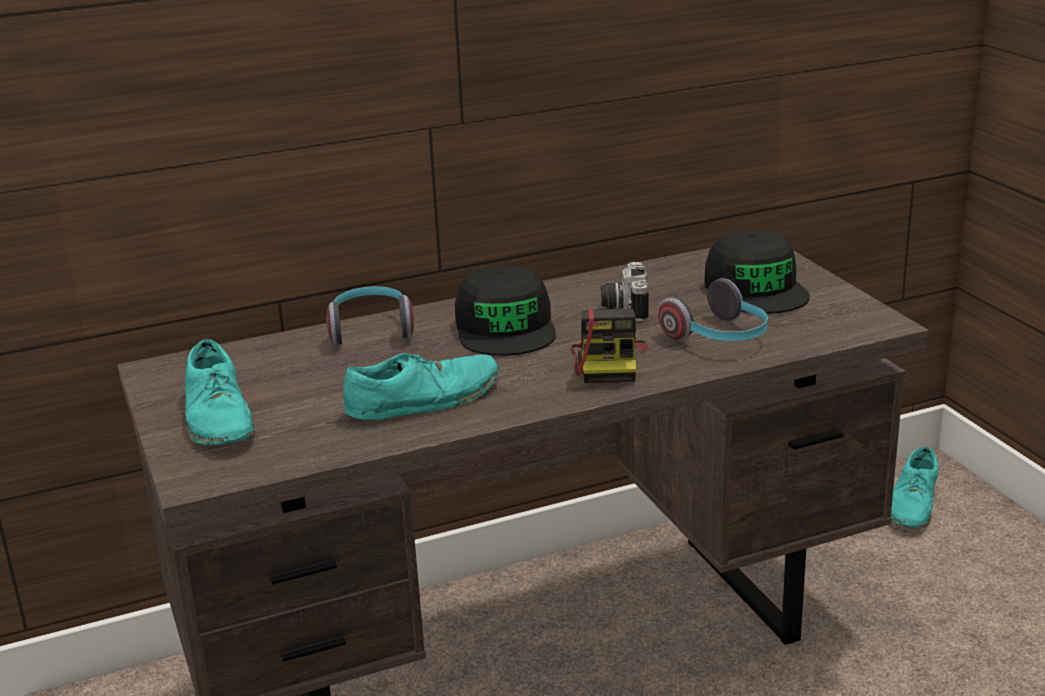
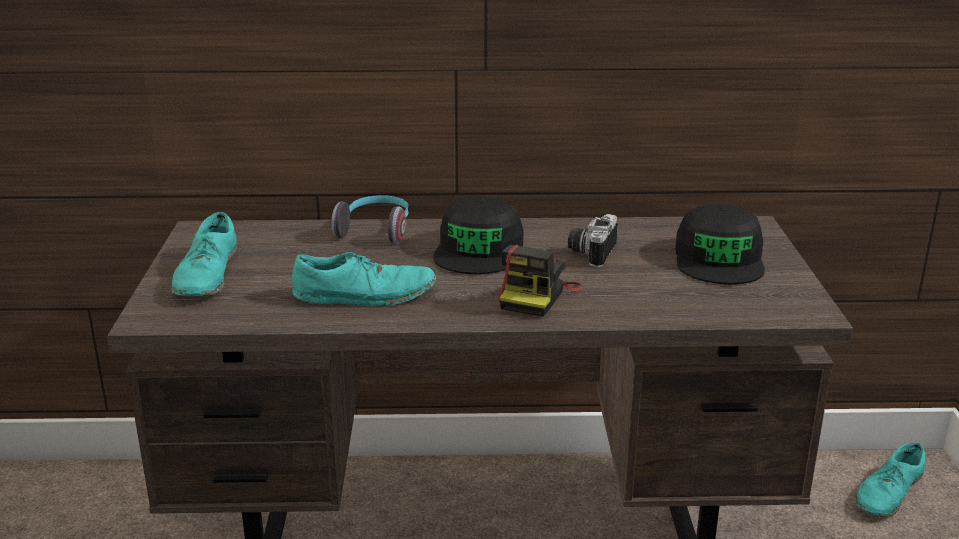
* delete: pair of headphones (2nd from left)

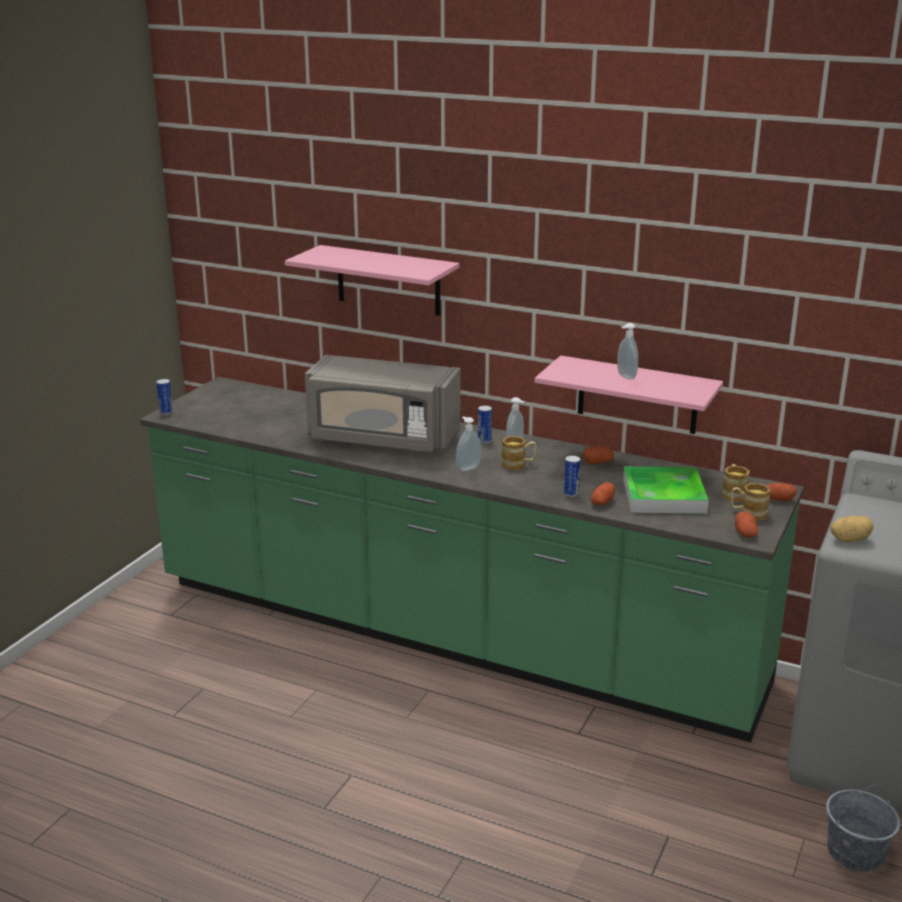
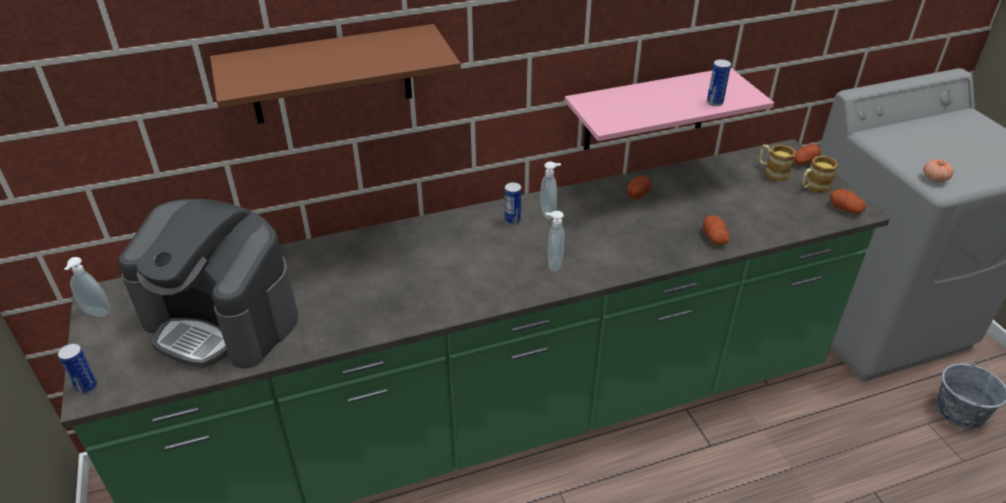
* recolor: pink bracket shelf (1st from left) to brown bracket shelf
* move: soap dispenser (3rd from left in the first image) to soap dispenser (1st from left)
* delete: greyish kitchen microwave
* delete: coffee mug (1st from left)
* move: can (3rd from left)
* delete: tray
* replace: whole potato (5th from left) to tomato
* insert: coffee machine

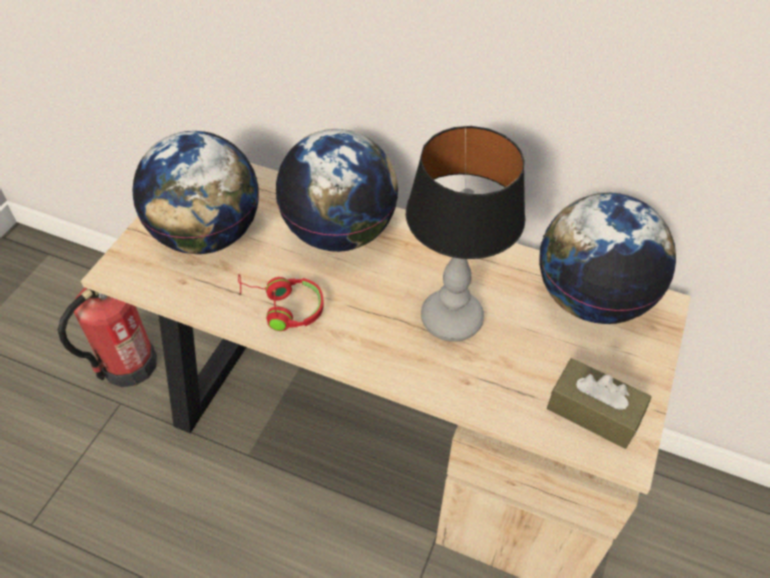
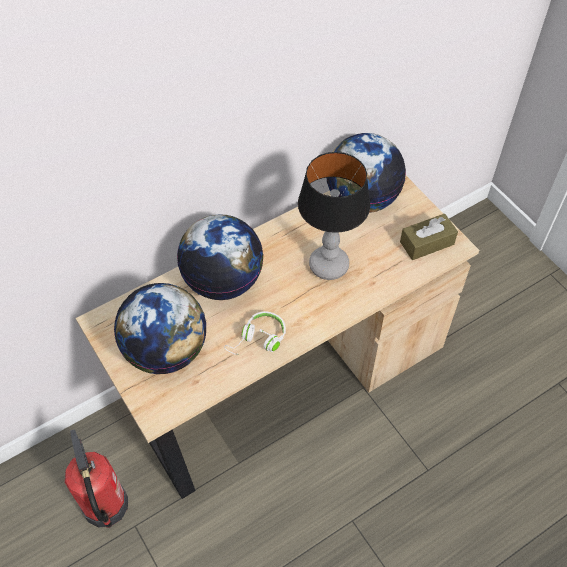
* recolor: reddish pair of headphones to whitish pair of headphones

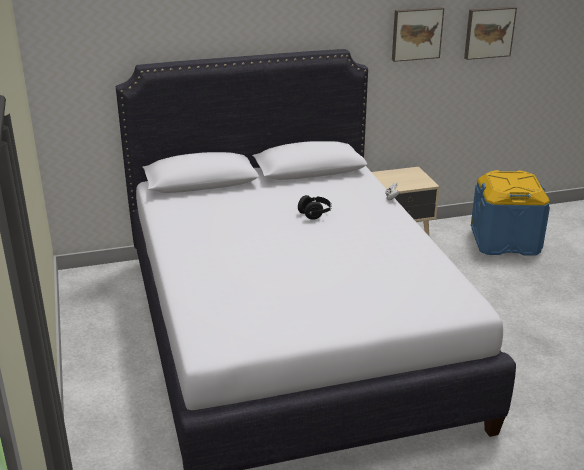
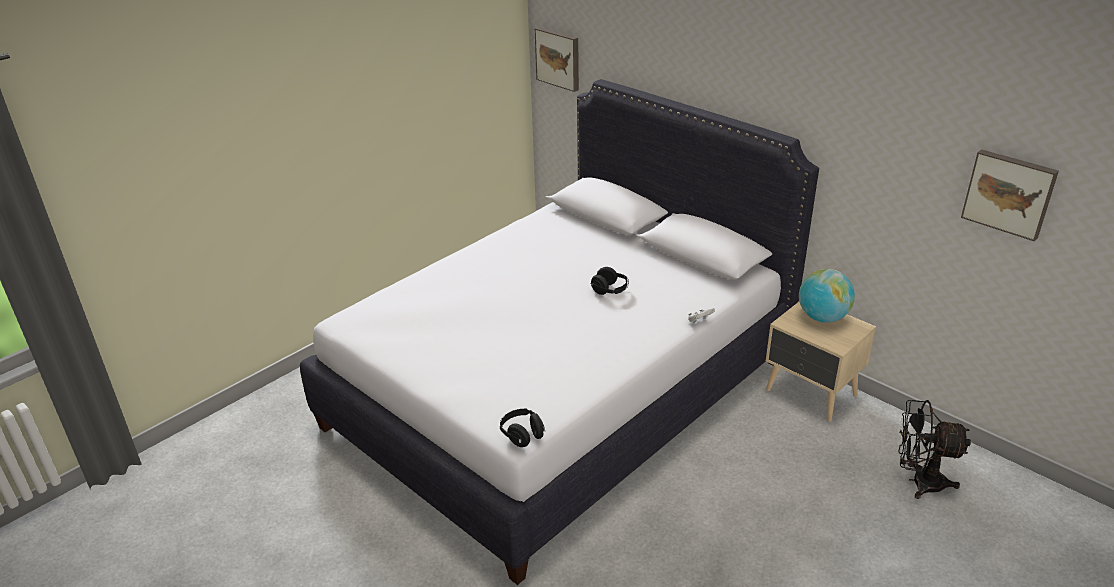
* move: wall picture (1st from left)
* replace: bluish storage container to blackish fan
* insert: desk globe
* insert: blackish pair of headphones (1st from left)

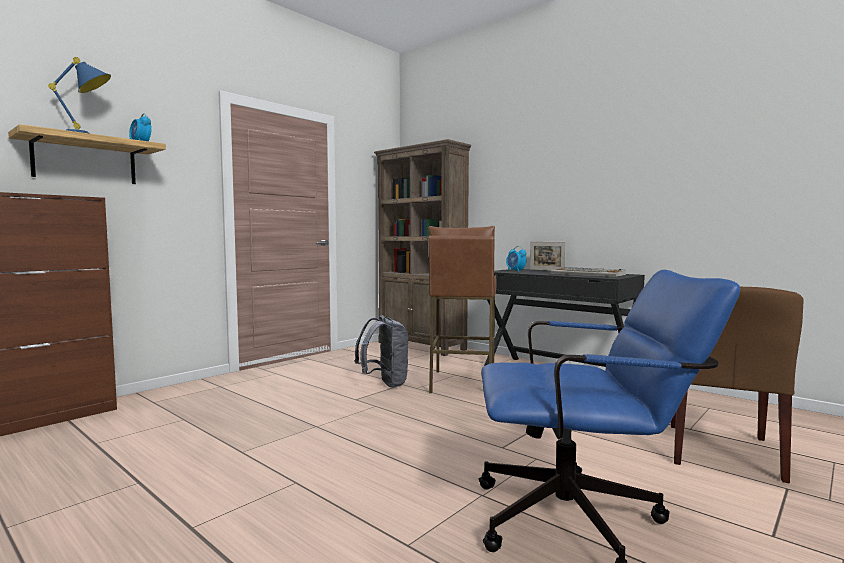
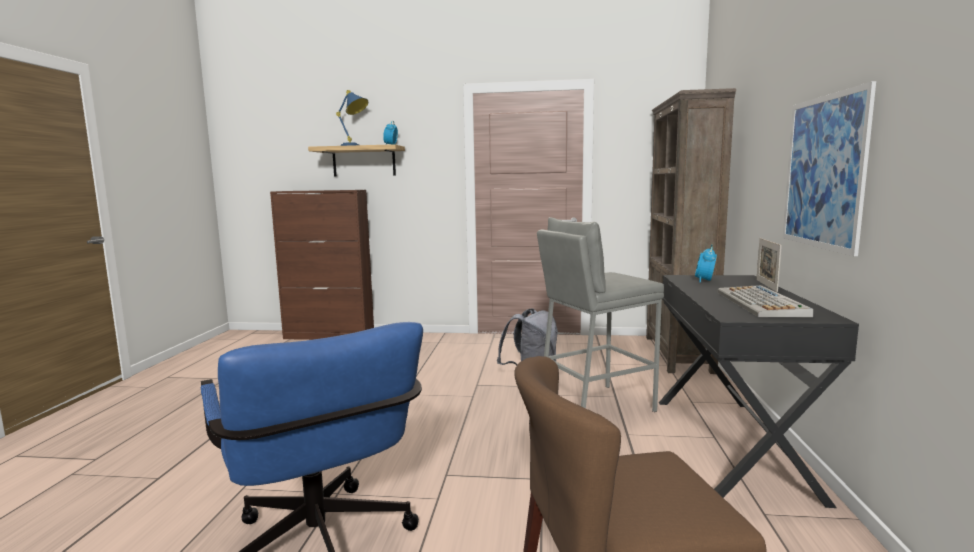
* recolor: brown stool seat to greyish stool seat
* insert: wall picture

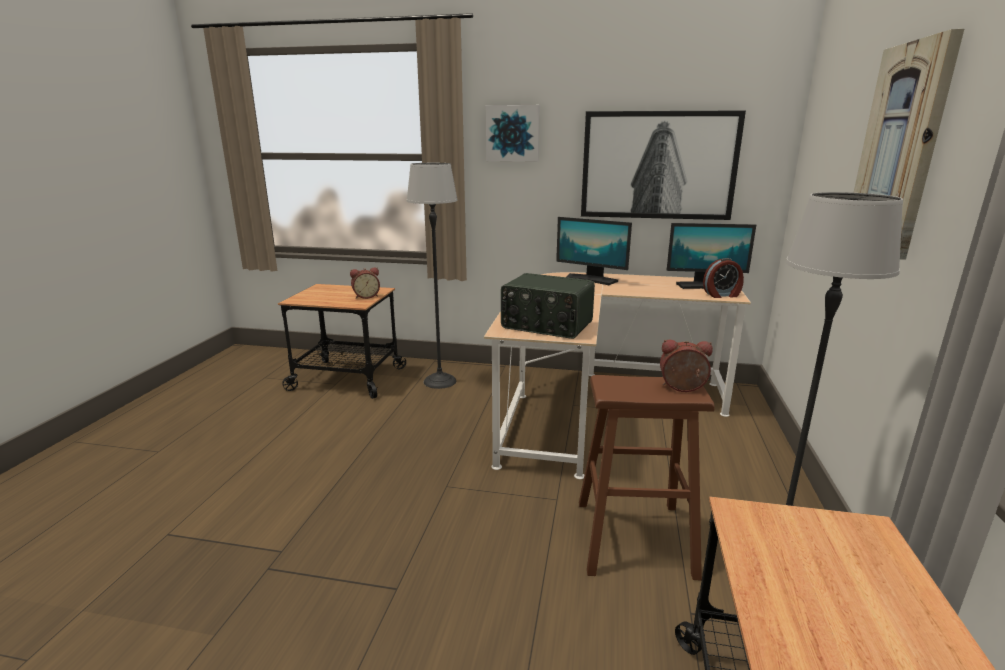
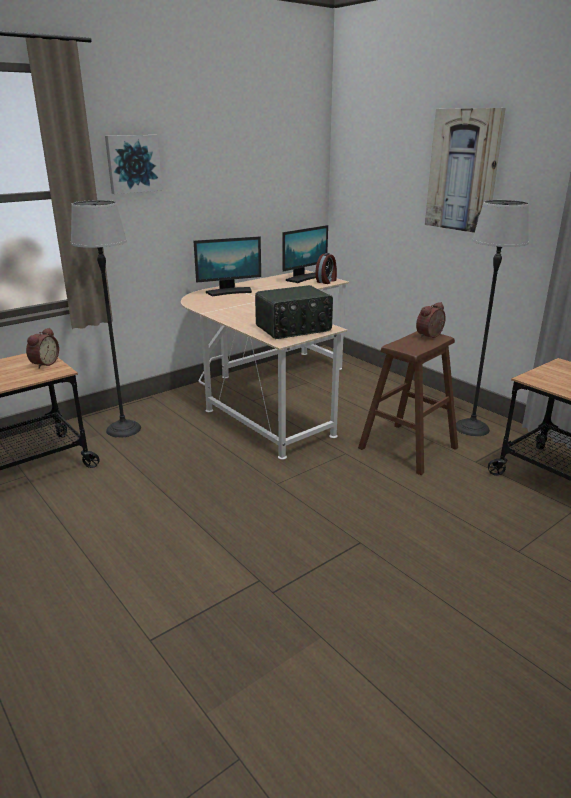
* delete: wall picture (2nd from left)

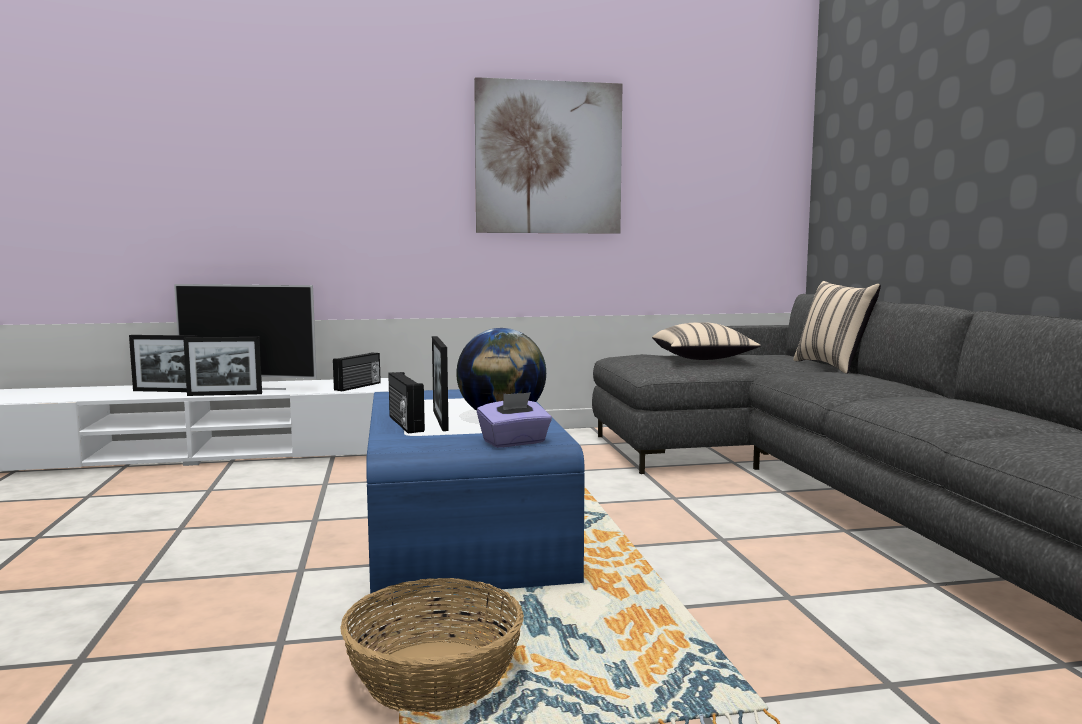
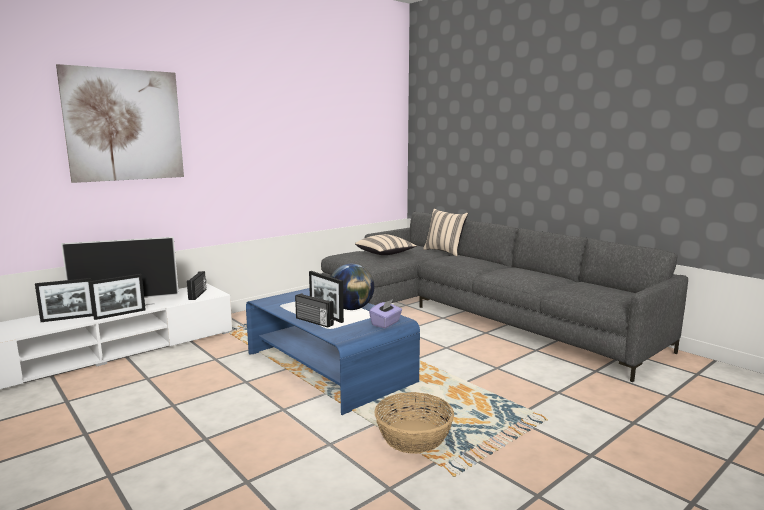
* move: wall picture

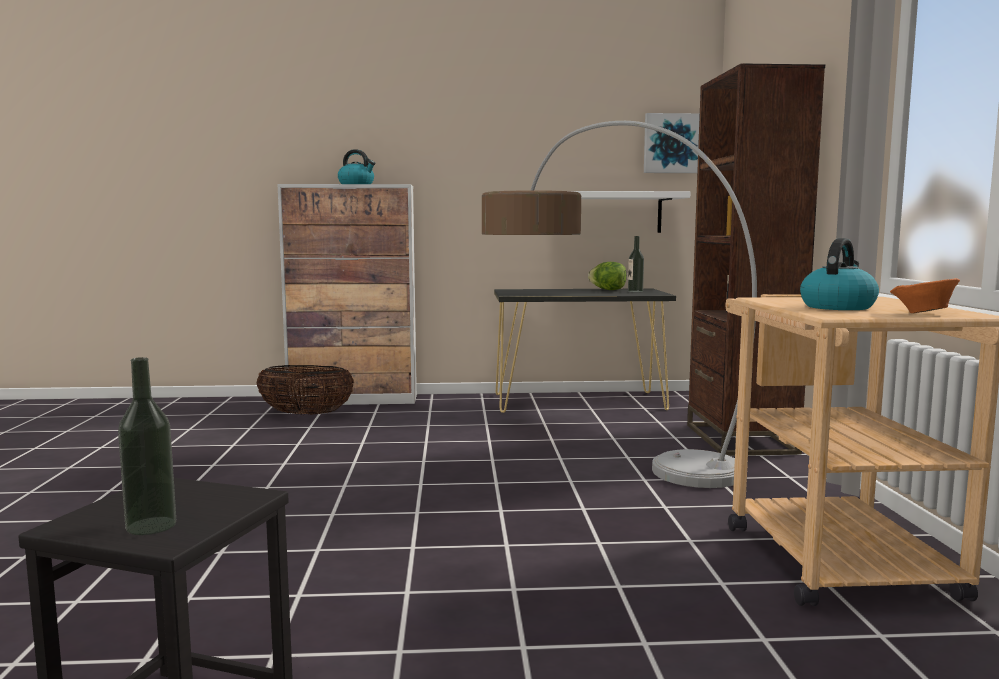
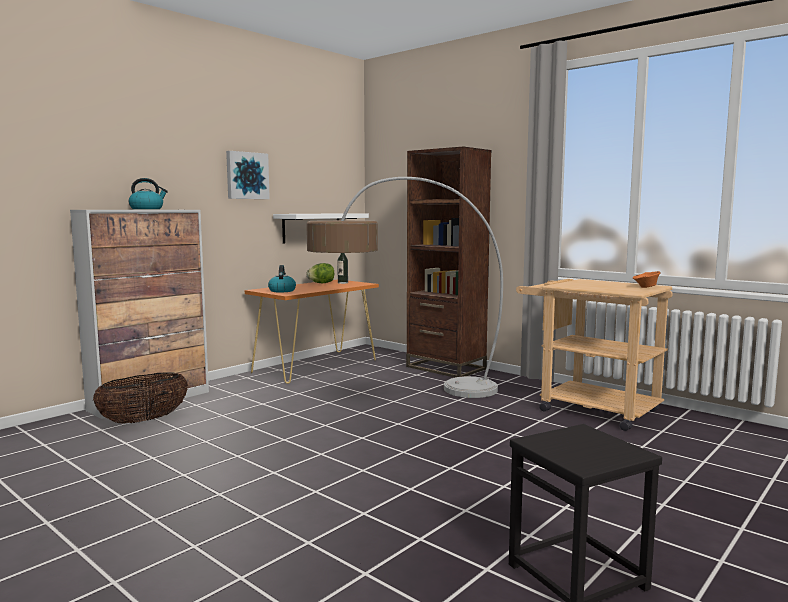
* move: wall picture
* move: tea kettle (2nd from left)
* recolor: blackish hall table to orange hall table
* delete: bottle (1st from left)

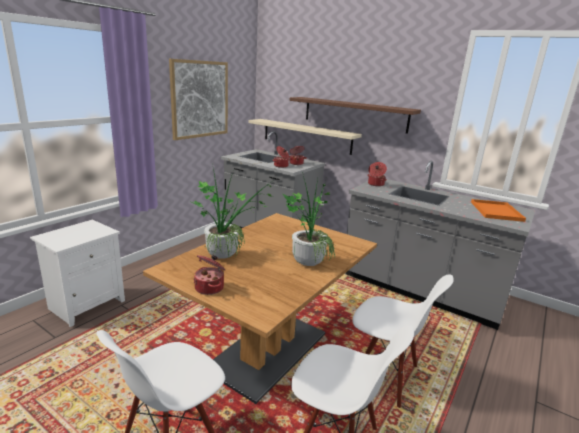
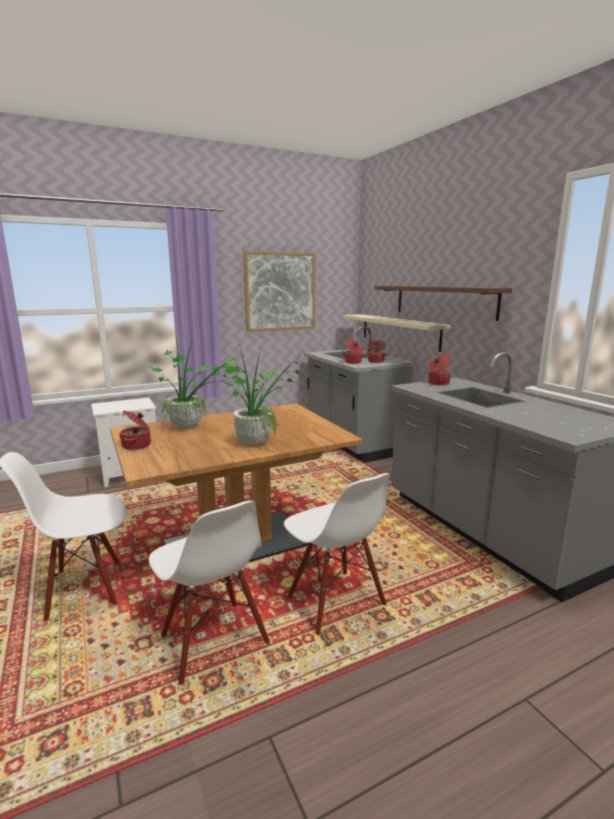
* delete: orange tray

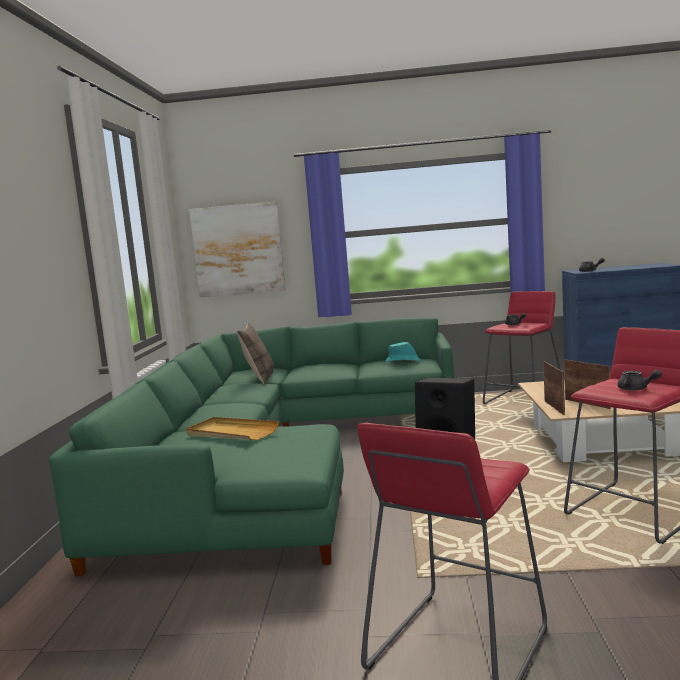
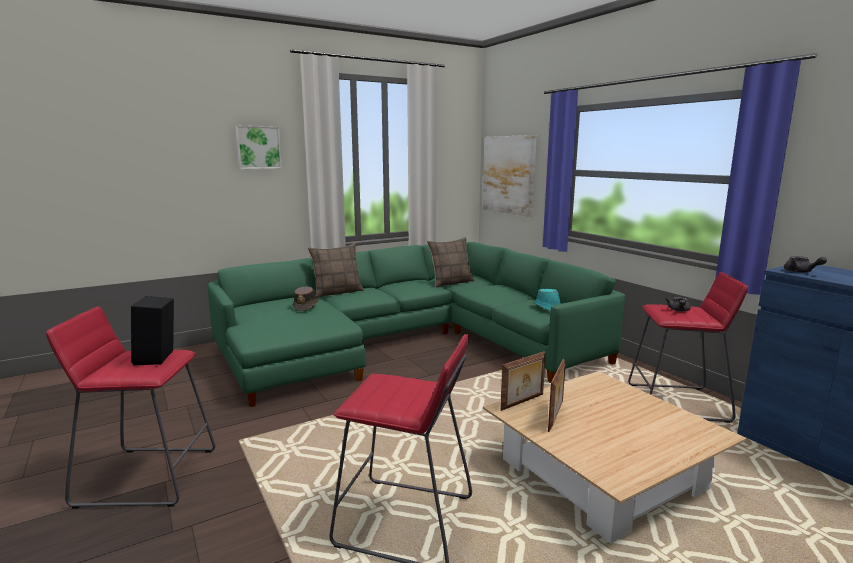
* delete: greyish pot for tea (3rd from left)
* replace: sand-coloured tray to brown clothing hat
* insert: wall picture (1st from left)
* insert: cushion (1st from left)

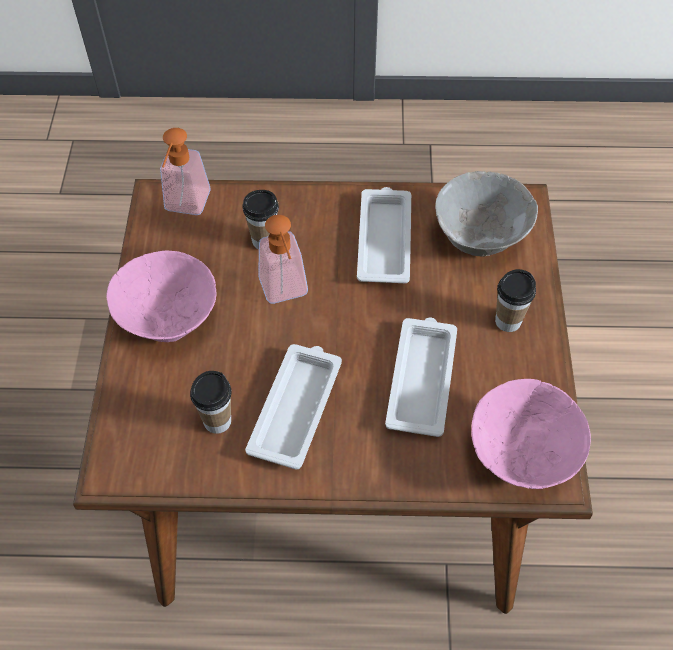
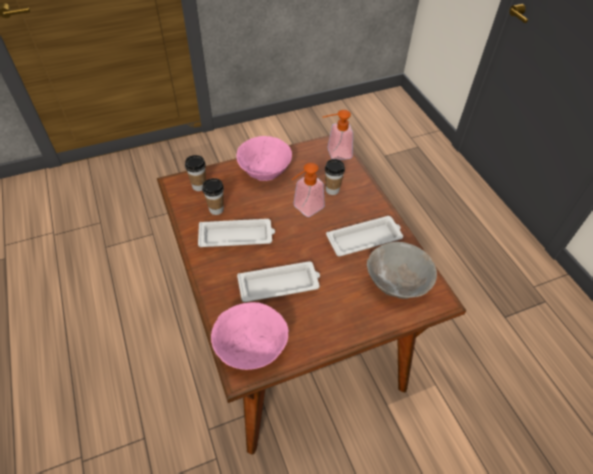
* move: cup (3rd from left in the first image) to cup (1st from left)

